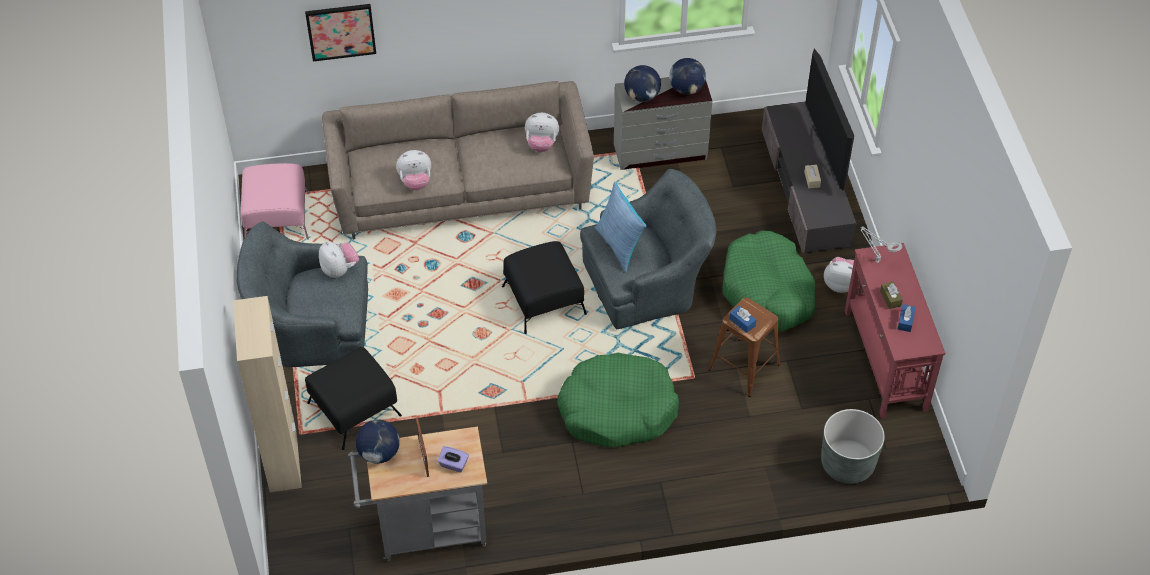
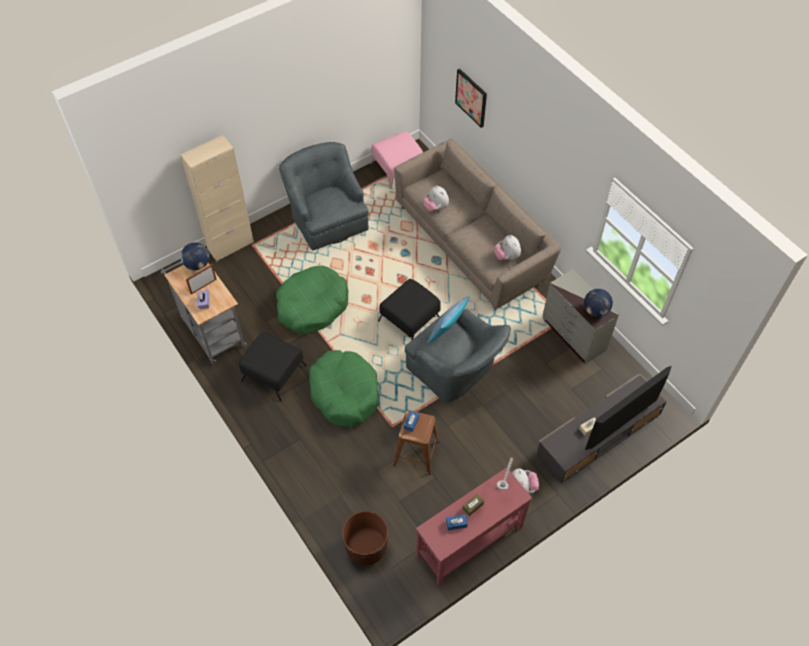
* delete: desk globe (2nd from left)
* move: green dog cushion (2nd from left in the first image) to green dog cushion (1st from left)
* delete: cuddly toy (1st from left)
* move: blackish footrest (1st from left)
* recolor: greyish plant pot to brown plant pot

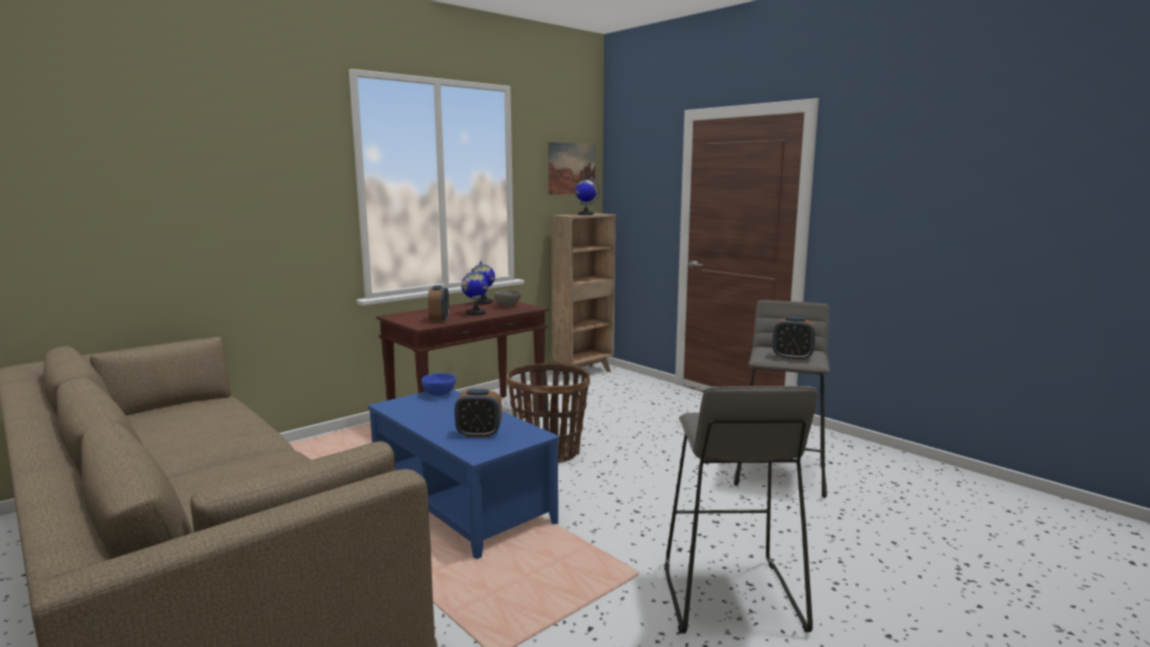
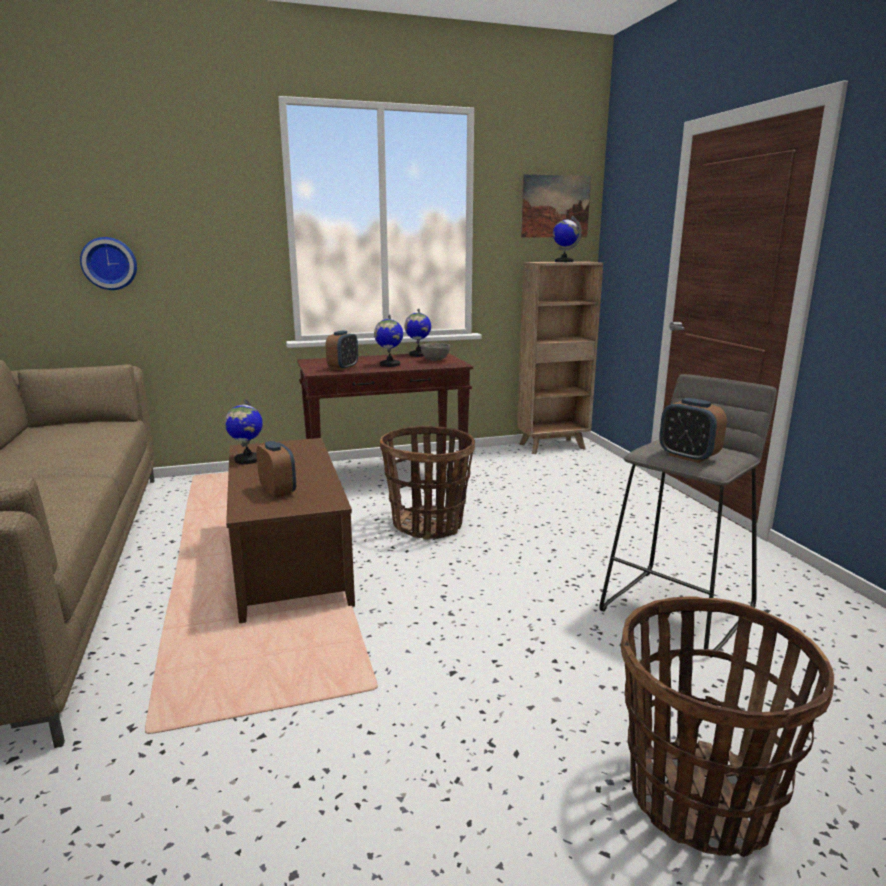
* delete: bluish bowl
* delete: greyish stool seat (1st from left)
* recolor: bluish low table to brown low table
* rotate: bedside clock (2nd from left in the first image) 150 degrees counterclockwise
* insert: hanging clock
* insert: desk globe (1st from left)
* insert: storage basket (2nd from left)

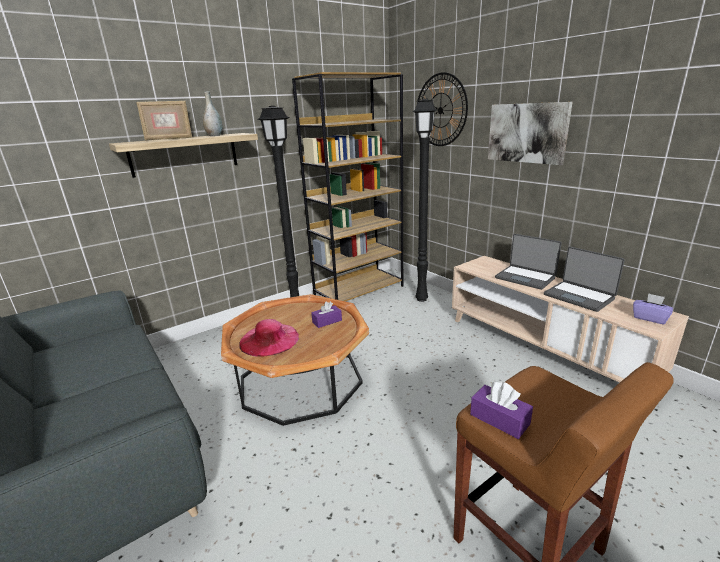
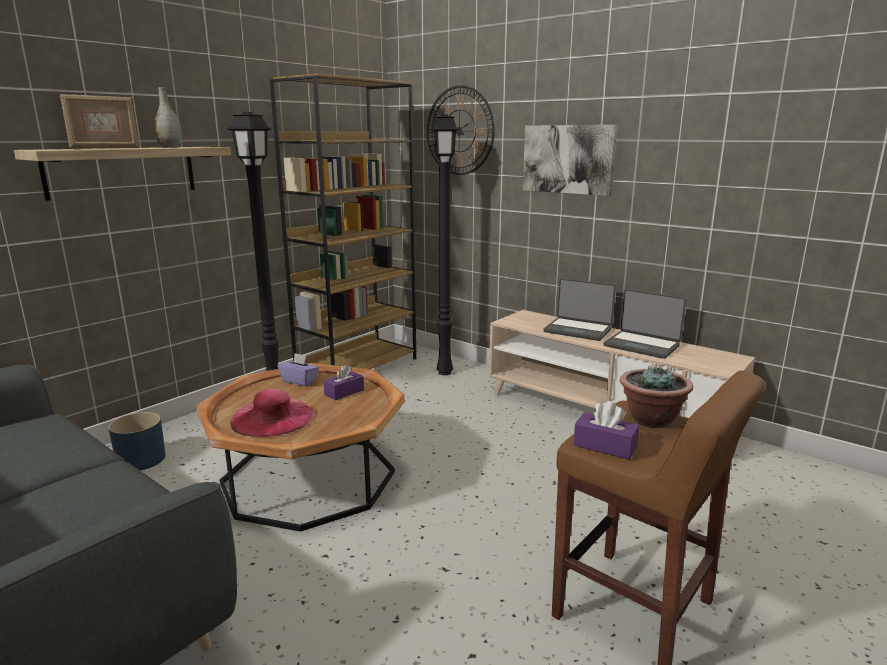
* move: purple box of tissues (3rd from left in the first image) to purple box of tissues (1st from left)
* insert: houseplant
* insert: bluish plant pot

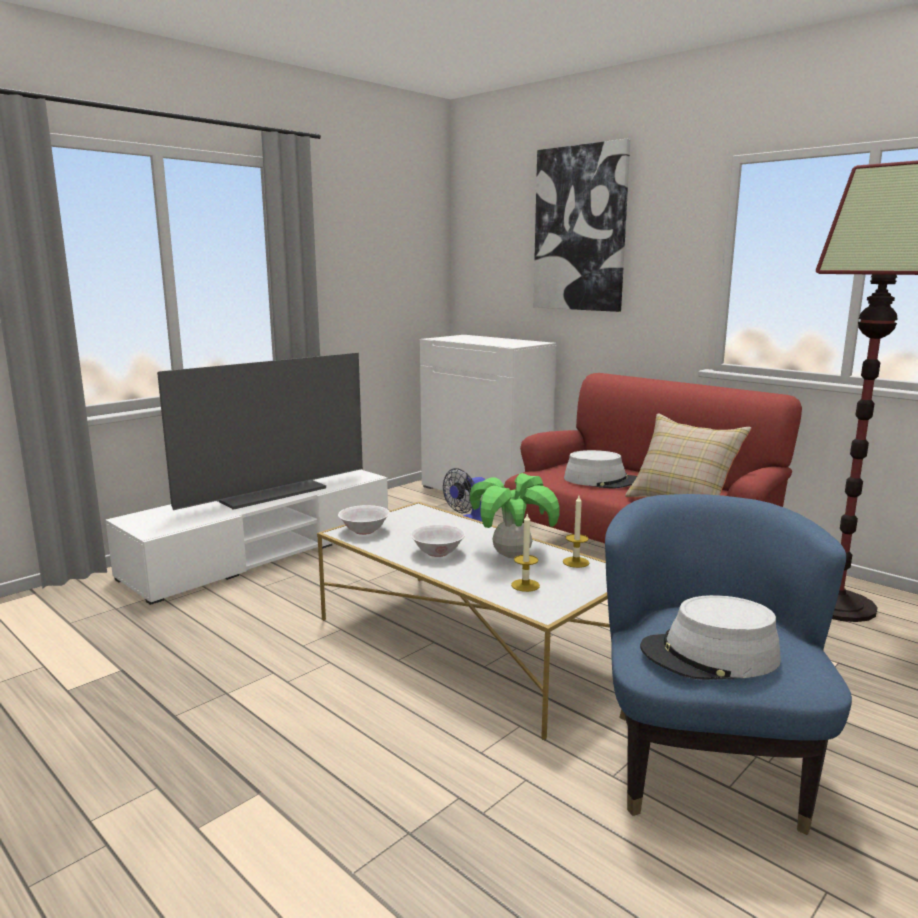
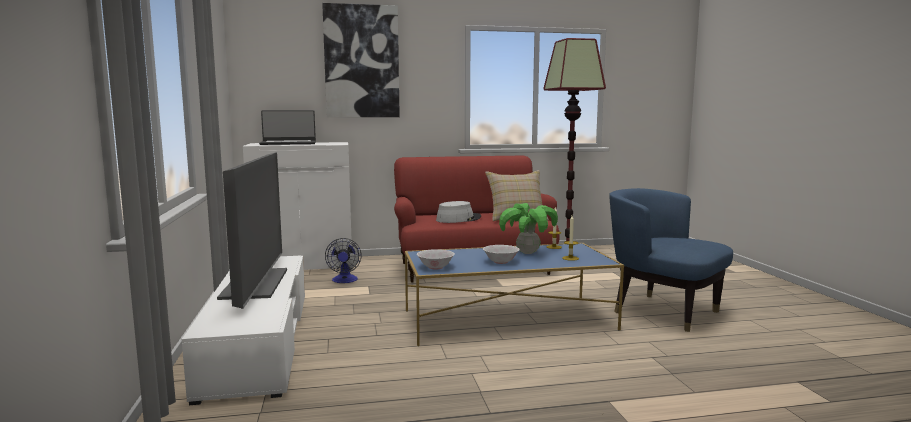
* recolor: whitish low table to bluish low table
* delete: greyish clothing hat (2nd from left)
* insert: laptop

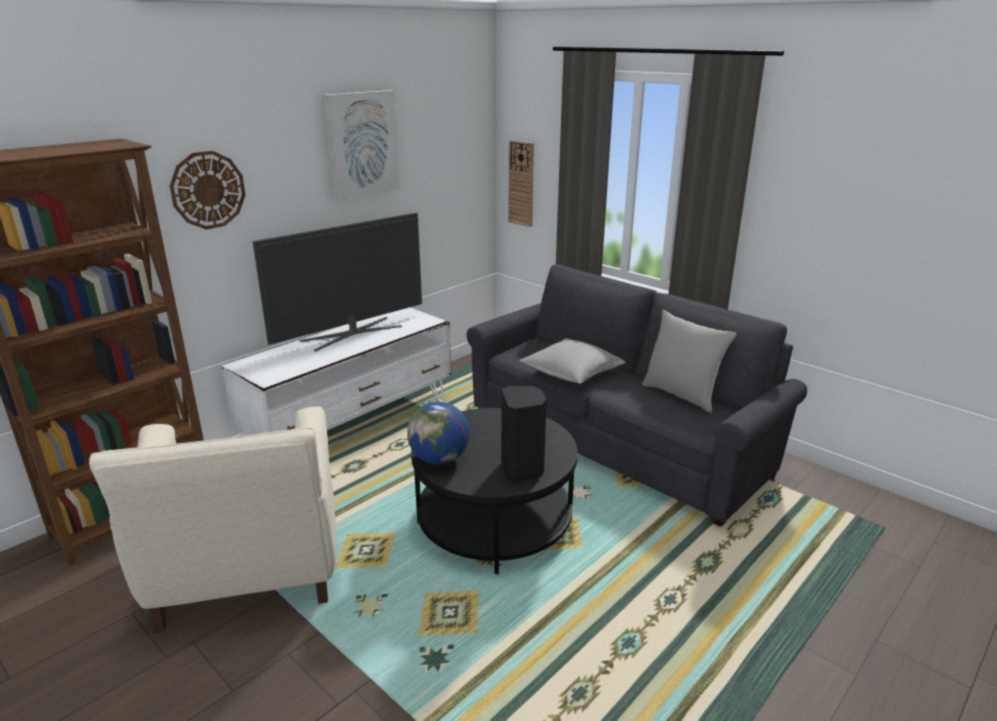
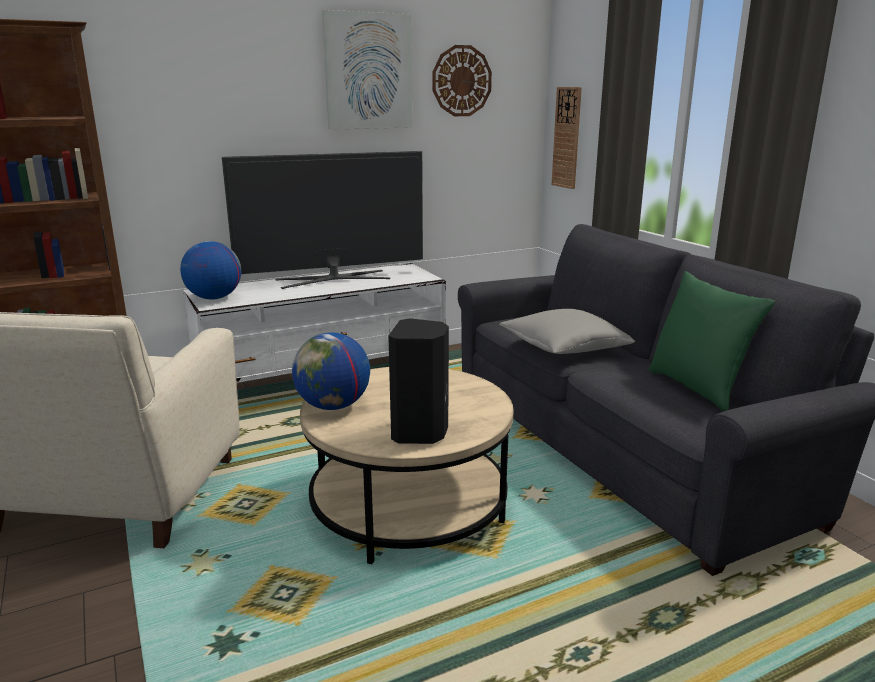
* move: hanging clock (1st from left)
* recolor: greyish cushion (2nd from left) to green cushion
* recolor: blackish low table to sand-coloured low table
* insert: desk globe (1st from left)

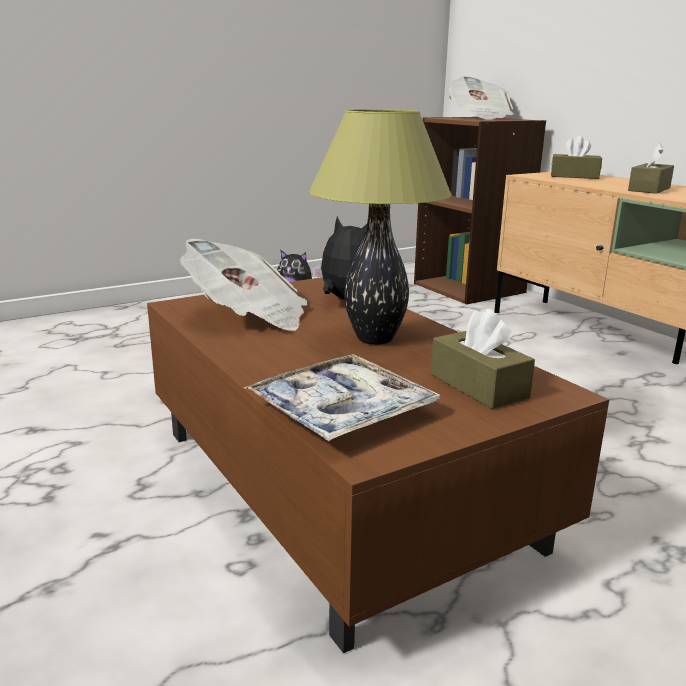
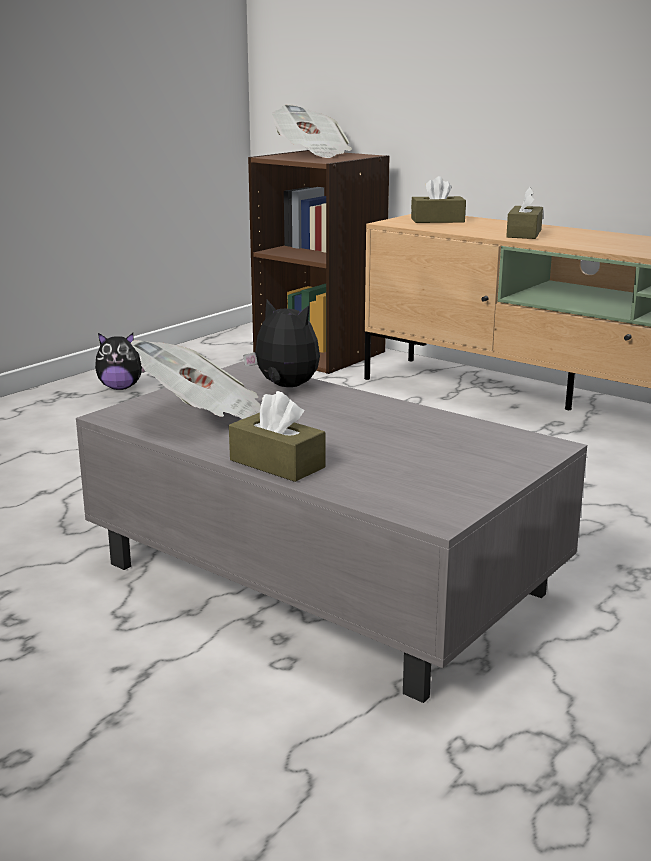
* delete: tabletop lamp
* recolor: brown low table to greyish low table
* move: brown box of tissues (1st from left)
* delete: tray

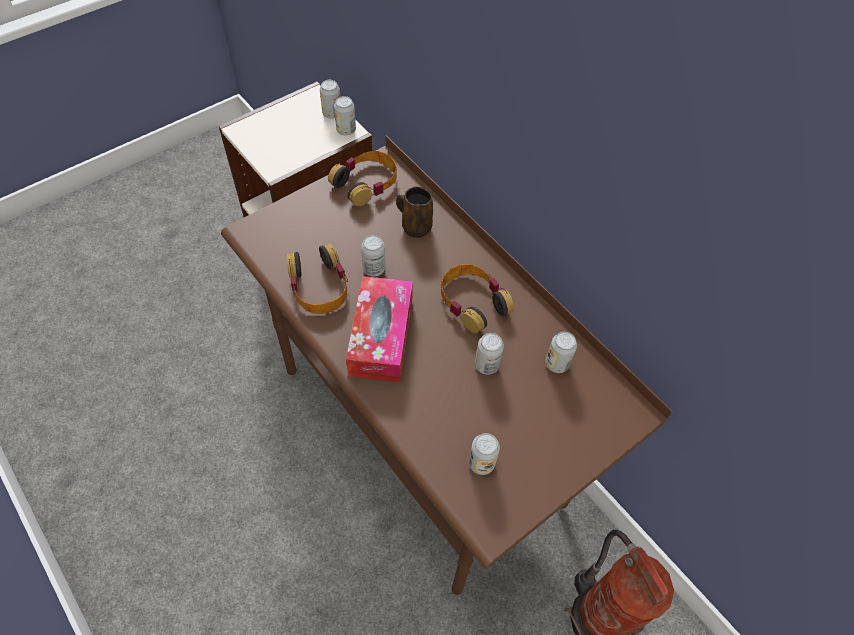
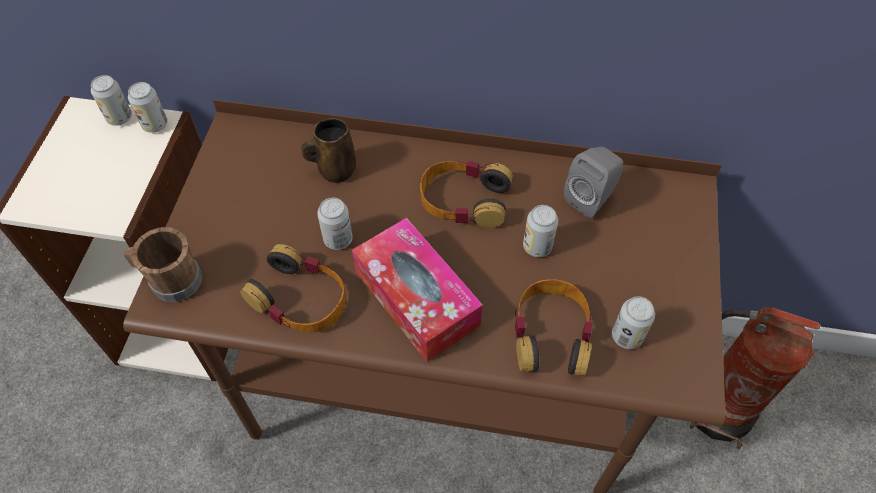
* move: pair of headphones (2nd from left in the first image) to pair of headphones (3rd from left)
* replace: can (6th from left) to greyish loudspeaker
* insert: brown coffee mug (1st from left)

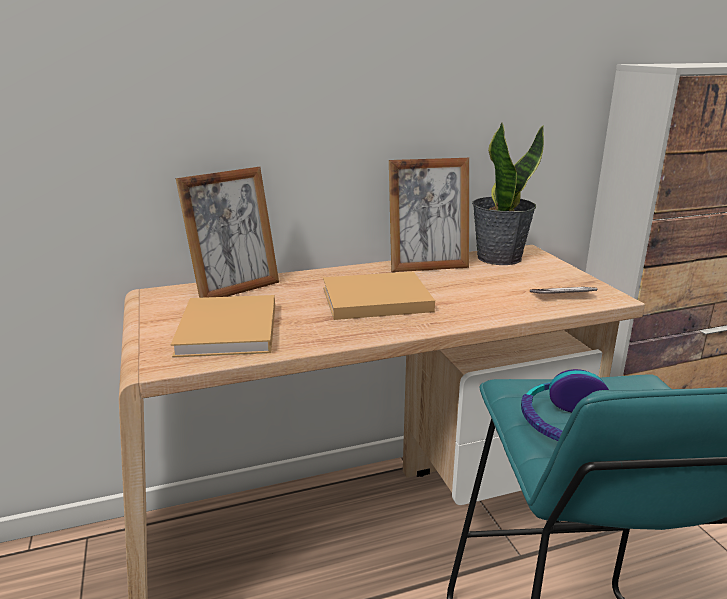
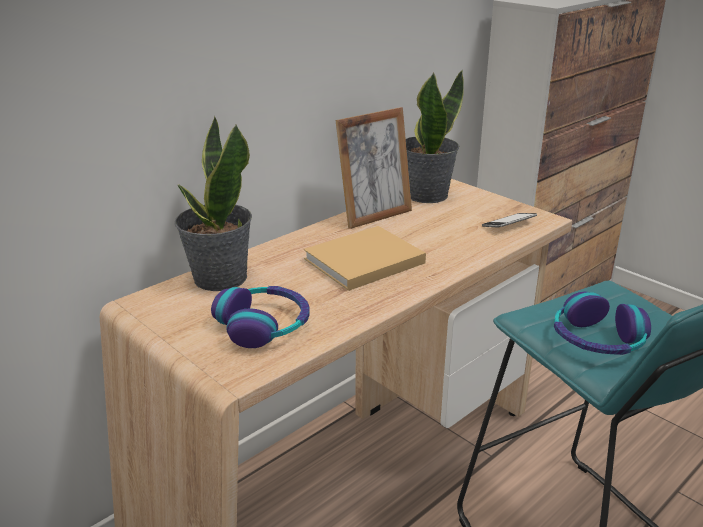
* replace: photo frame (1st from left) to houseplant (1st from left)
* replace: sand-coloured book (1st from left) to pair of headphones (1st from left)

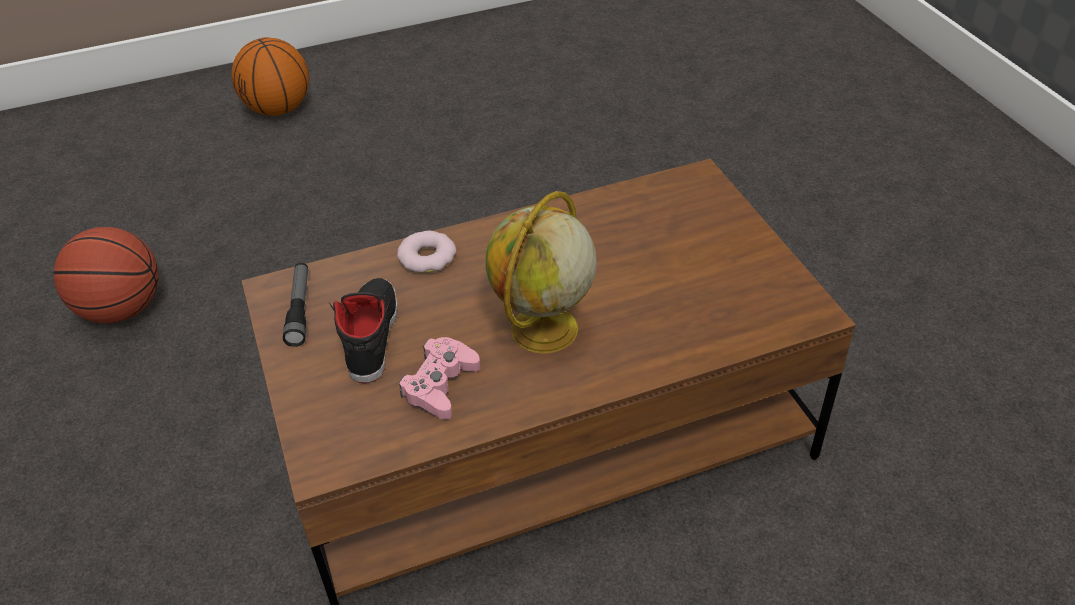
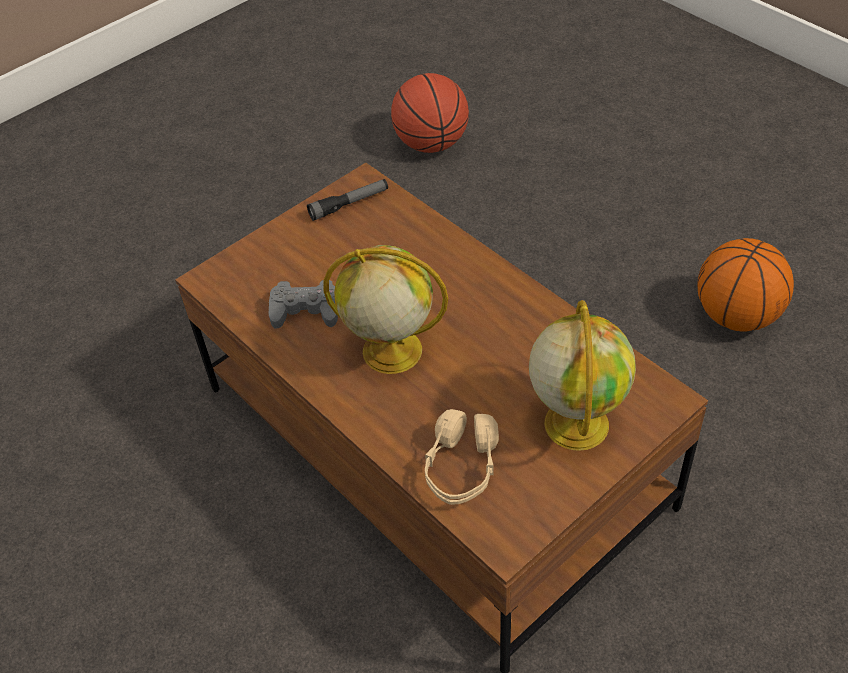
* move: ball for basketball (2nd from left)
* delete: doughnut
* delete: blackish item of footwear
* recolor: pink game controller to greyish game controller
* insert: desk globe (2nd from left)
* insert: sand-coloured pair of headphones

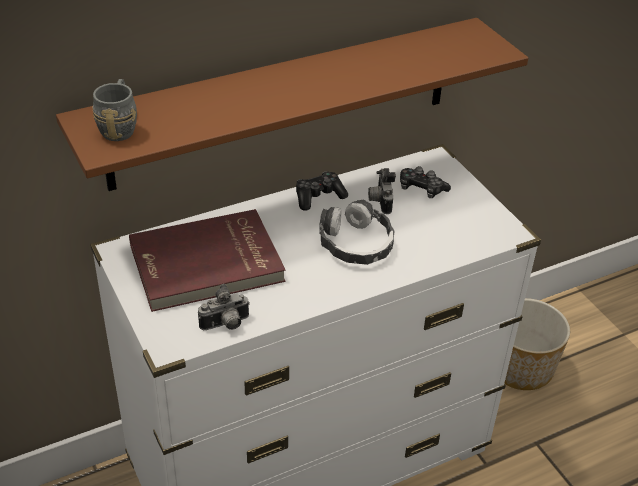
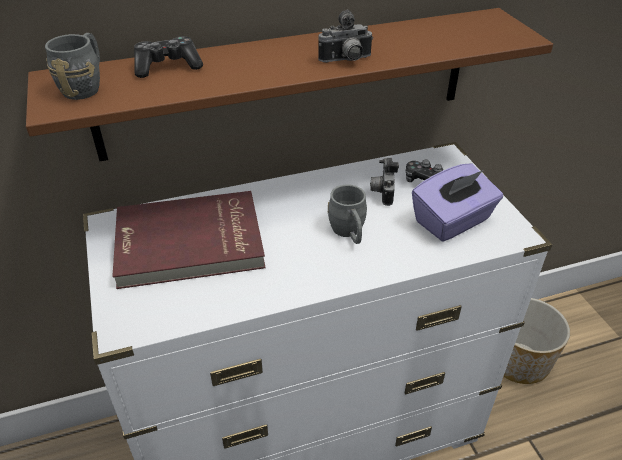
* move: game controller (1st from left)
* replace: pair of headphones to greyish coffee mug (2nd from left)
* move: still camera (1st from left)
* insert: purple box of tissues

